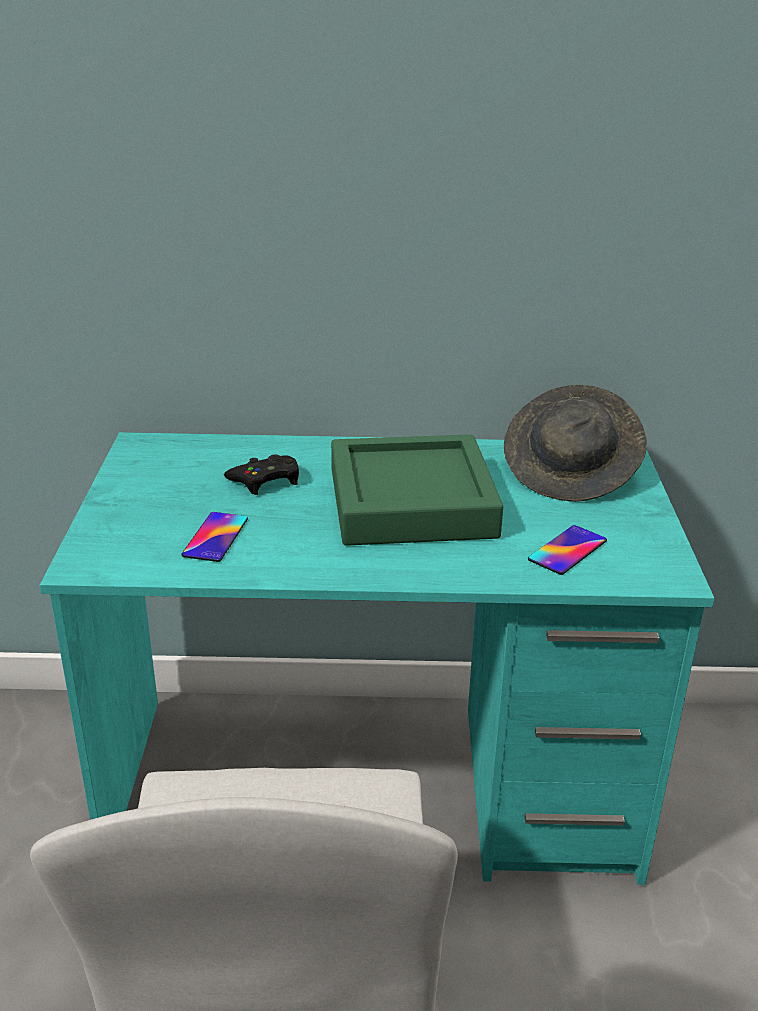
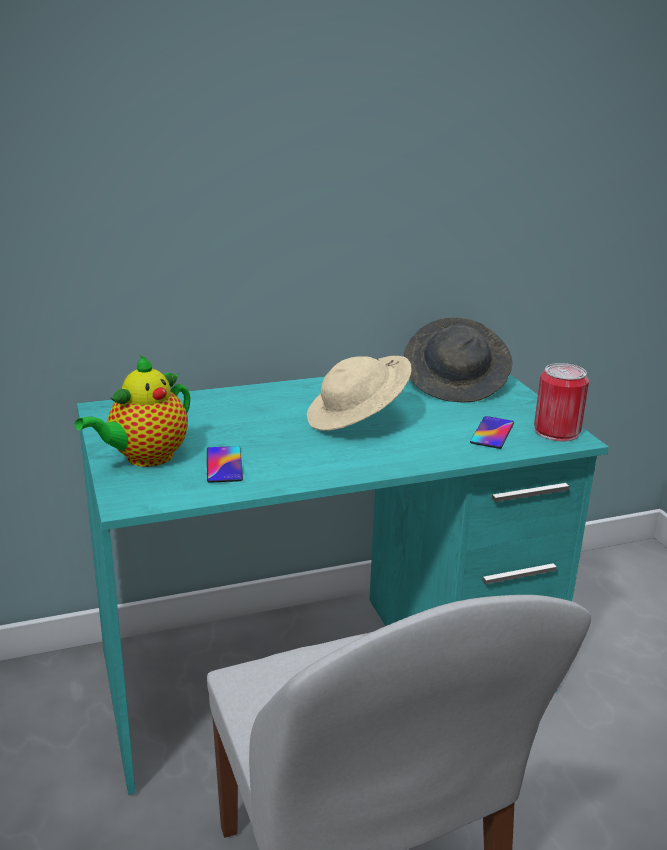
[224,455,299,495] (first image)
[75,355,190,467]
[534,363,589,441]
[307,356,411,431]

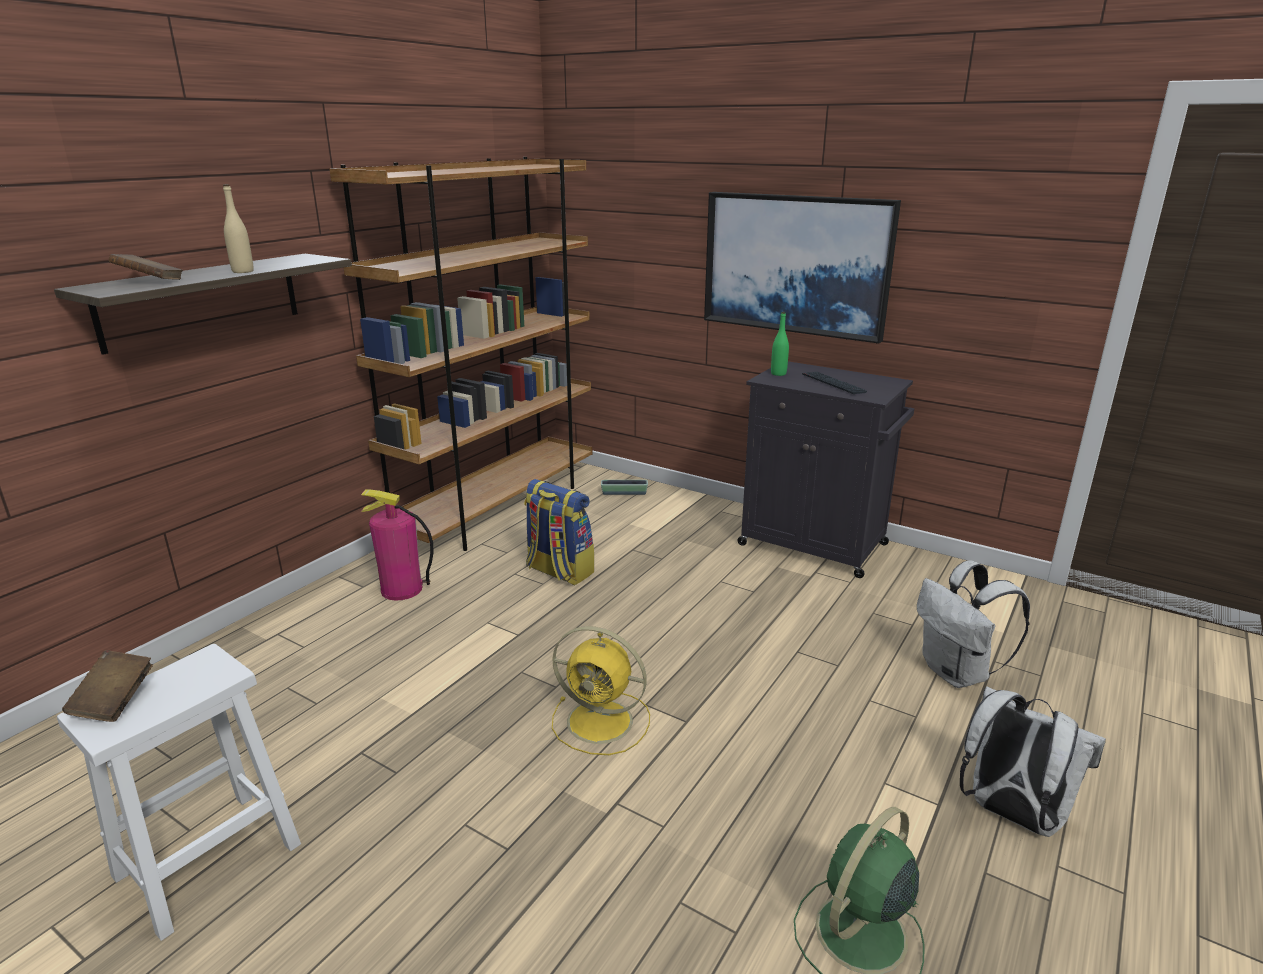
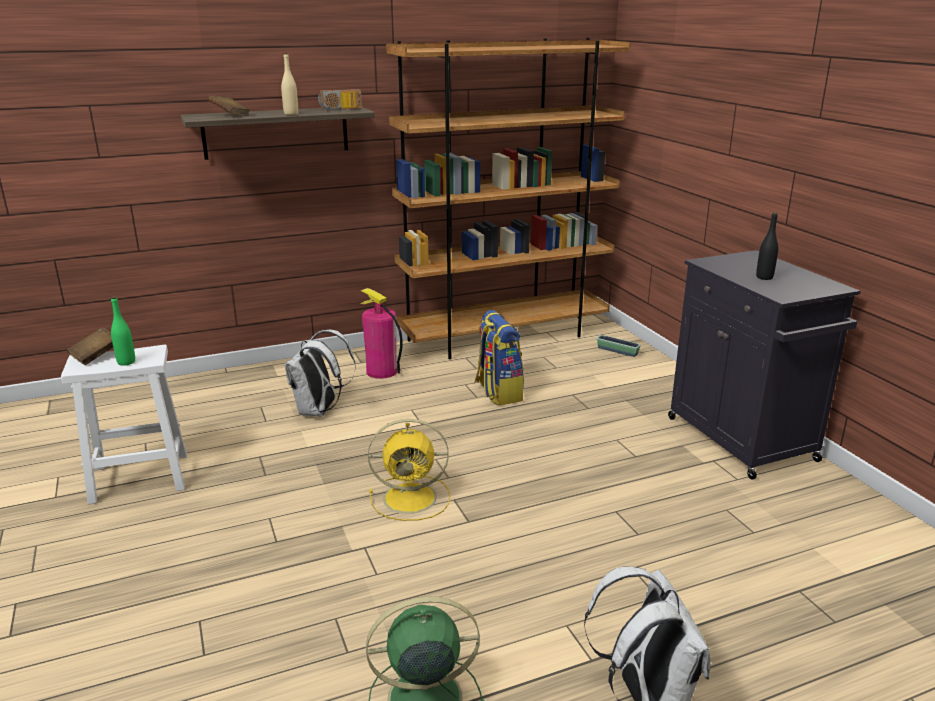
[704,192,901,344] (first image)
[318,89,362,111]
[111,296,135,366]
[285,330,356,417]
[756,212,778,280]
[368,419,450,521]

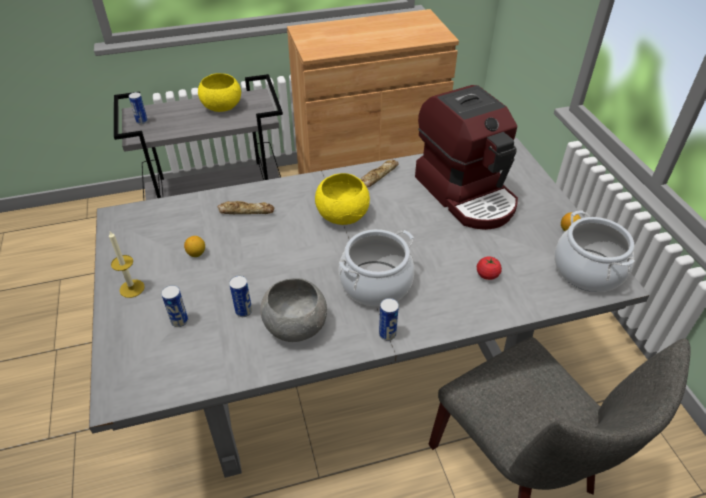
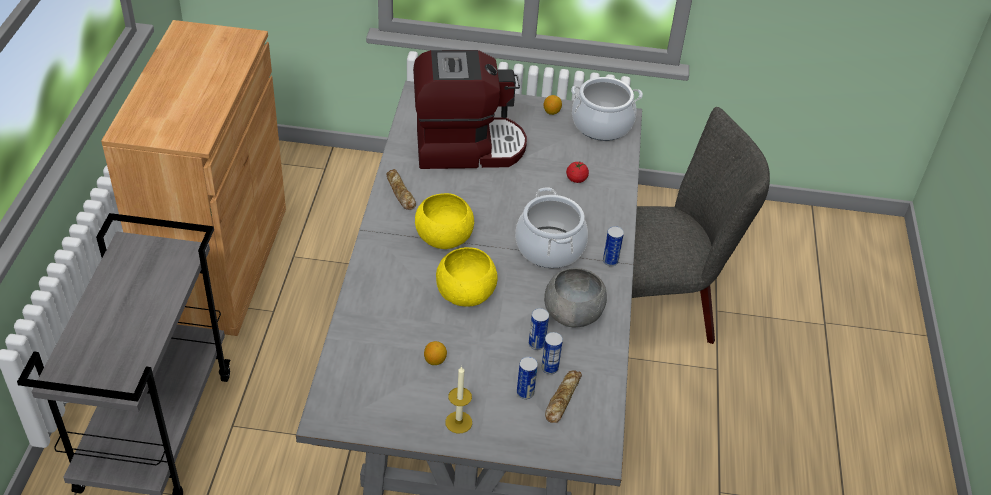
[541,332,563,374]
[436,247,498,307]
[545,370,582,423]

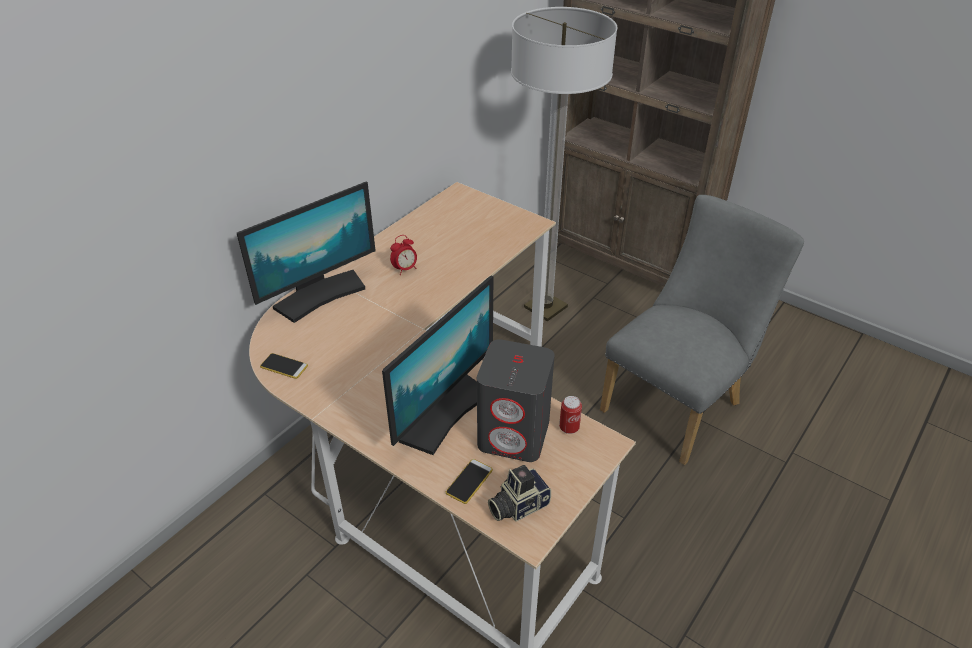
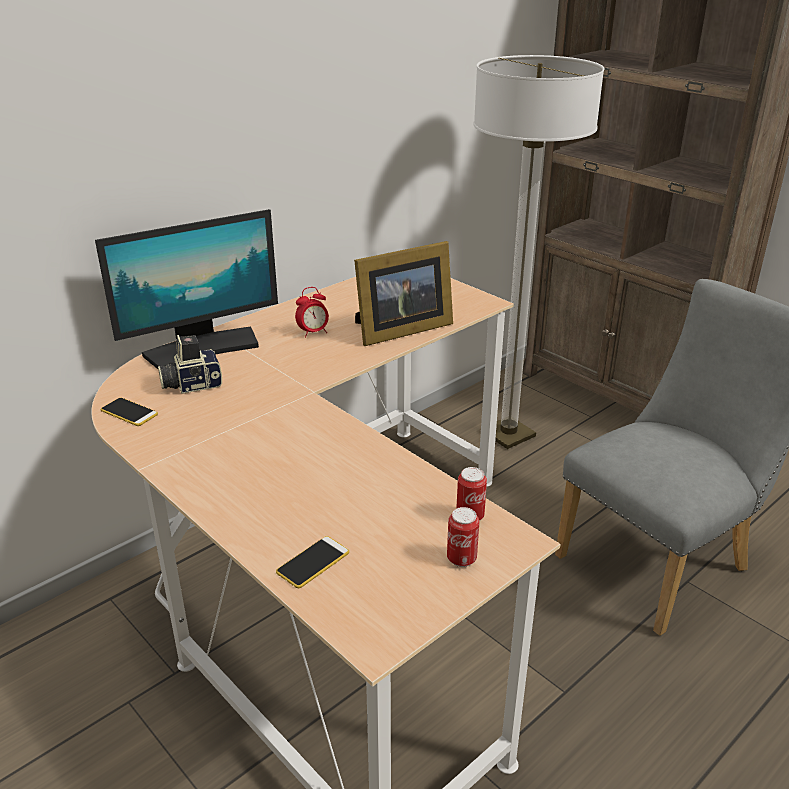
[382,275,493,455] (first image)
[477,339,555,462] (first image)
[354,241,453,346]
[447,507,479,567]
[158,335,222,394]

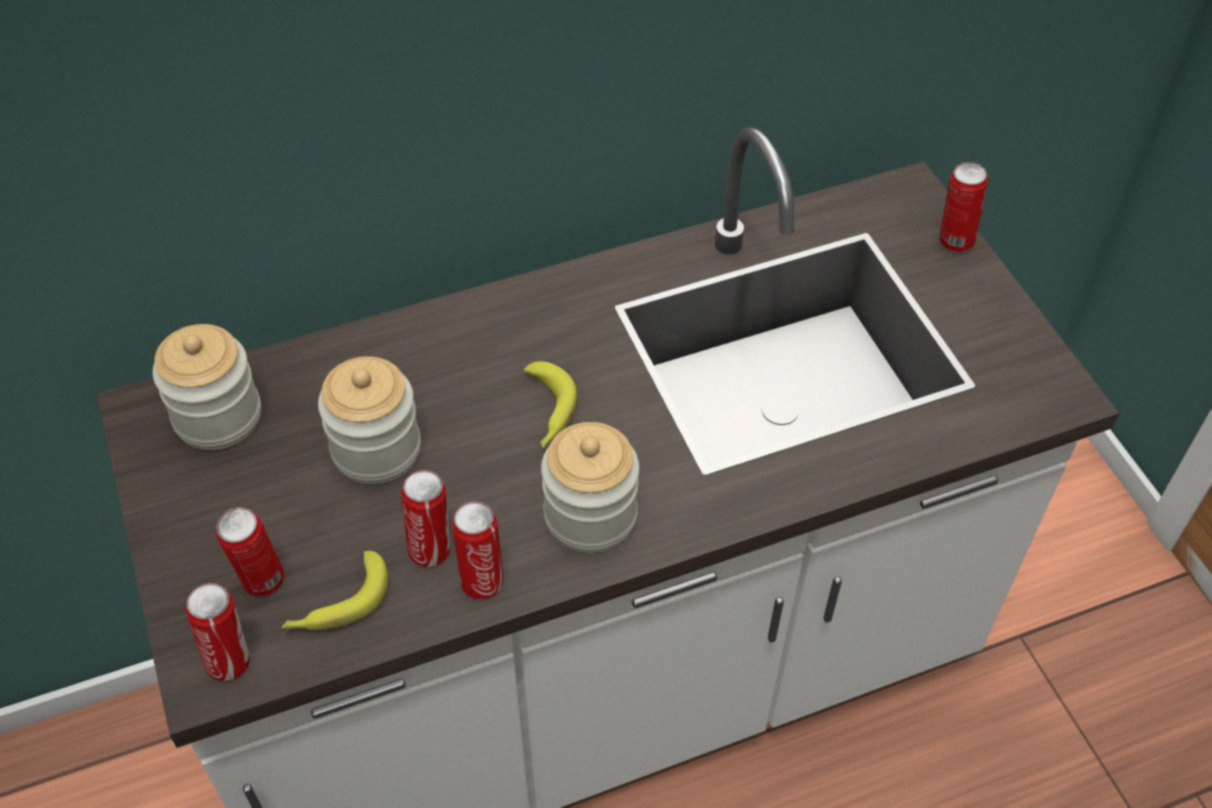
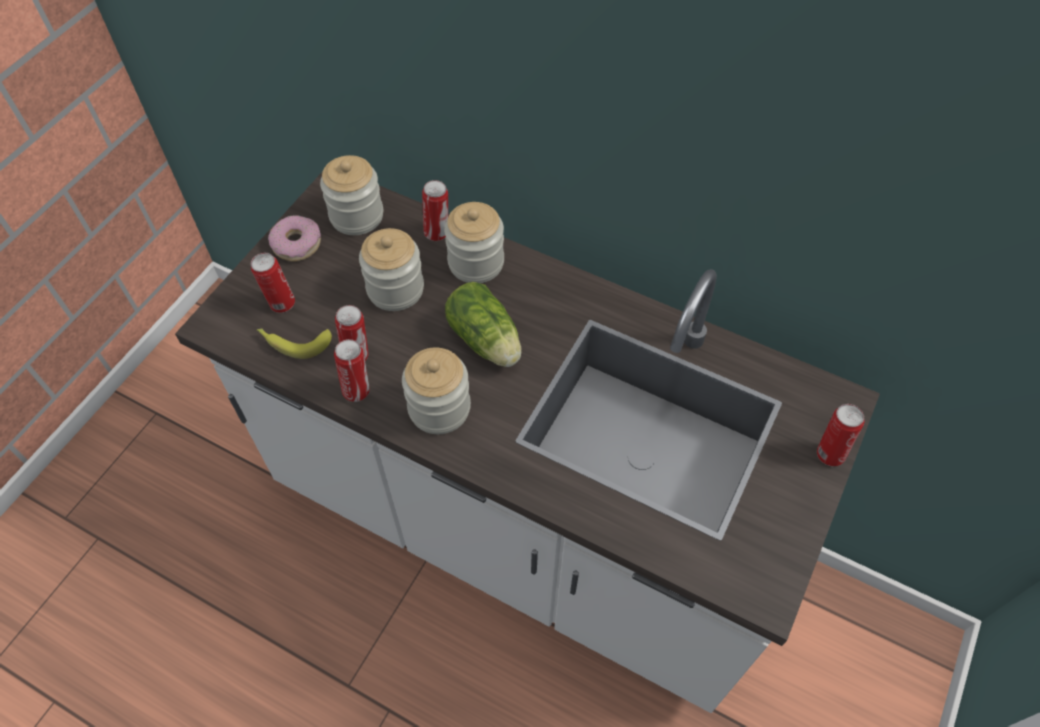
[268,215,321,261]
[444,202,504,283]
[422,180,448,241]
[445,282,522,367]

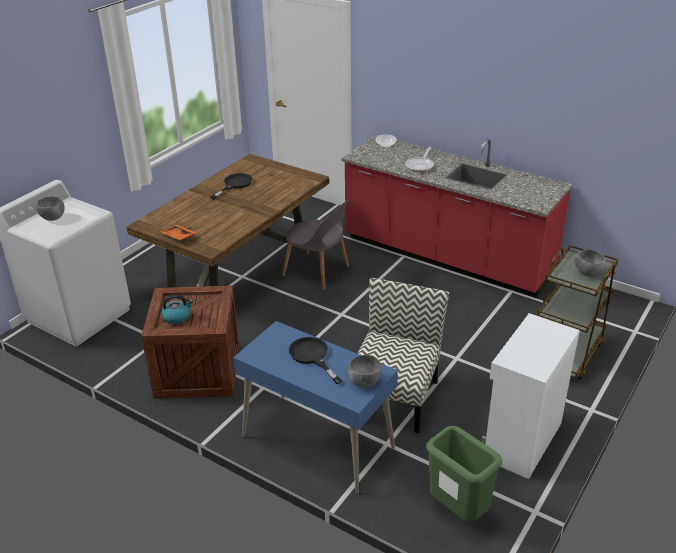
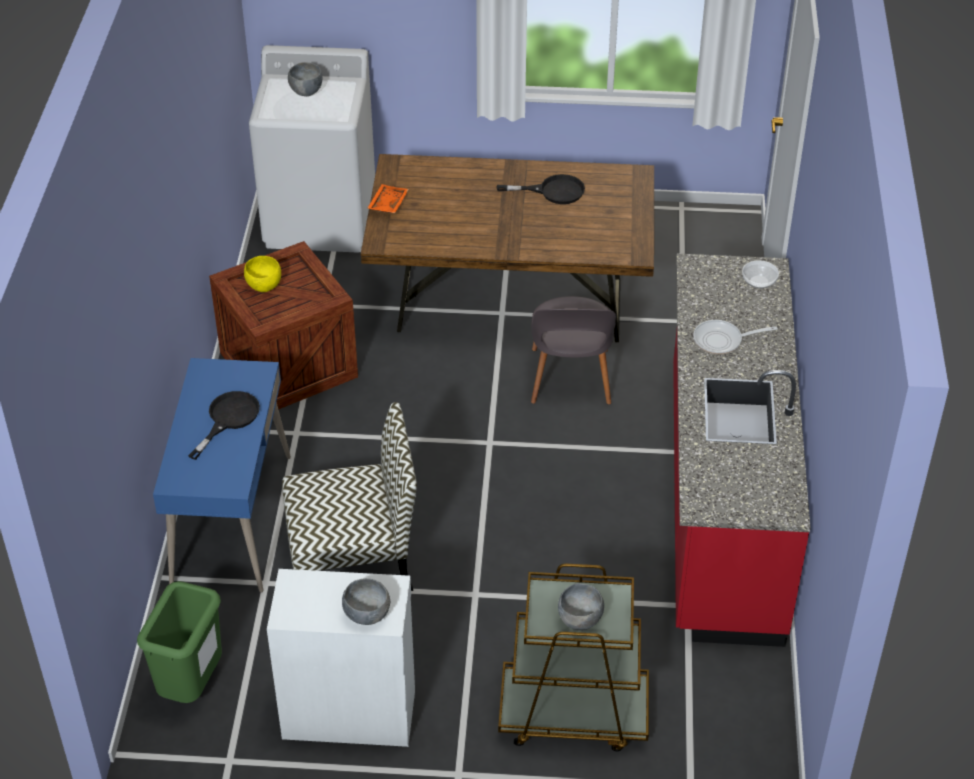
[342,578,390,625]
[244,256,281,292]

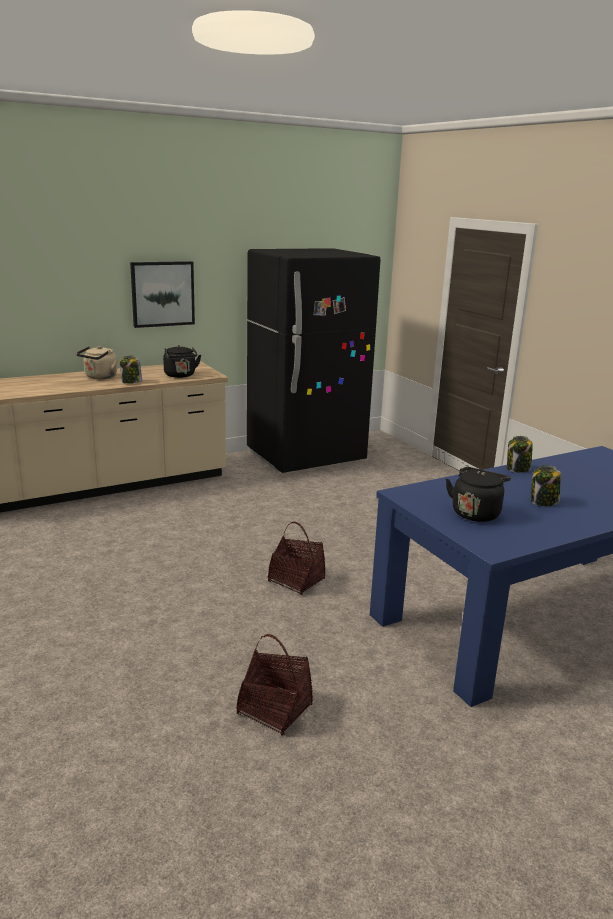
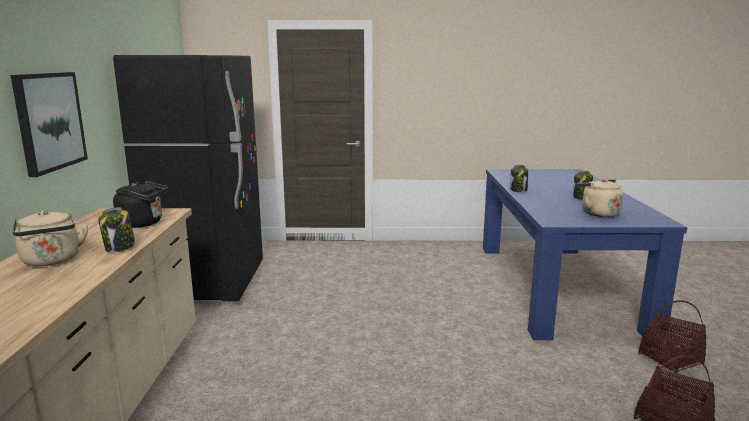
[638,300,706,373]
[577,179,623,217]

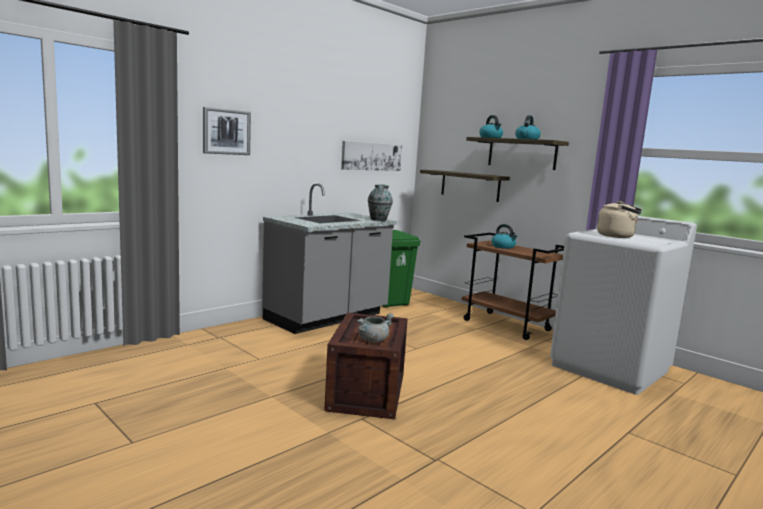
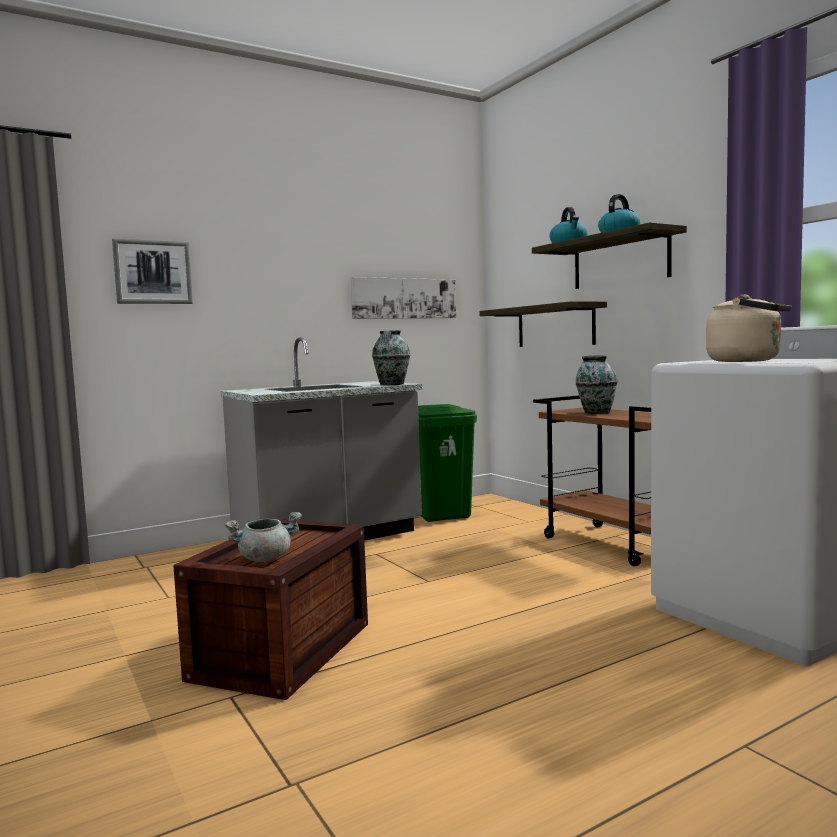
[575,355,618,414]

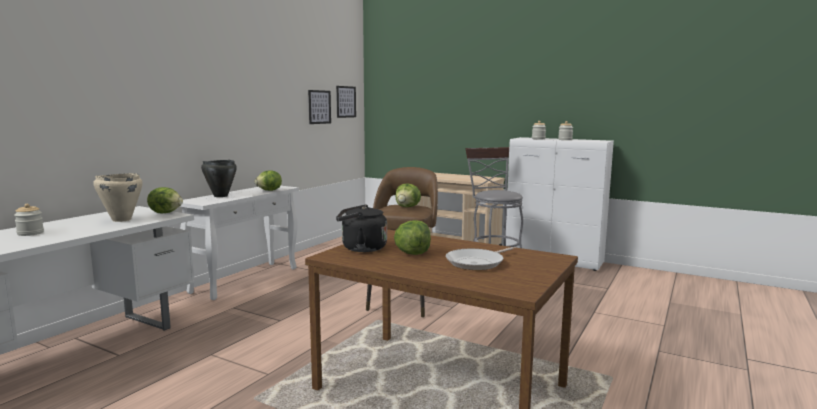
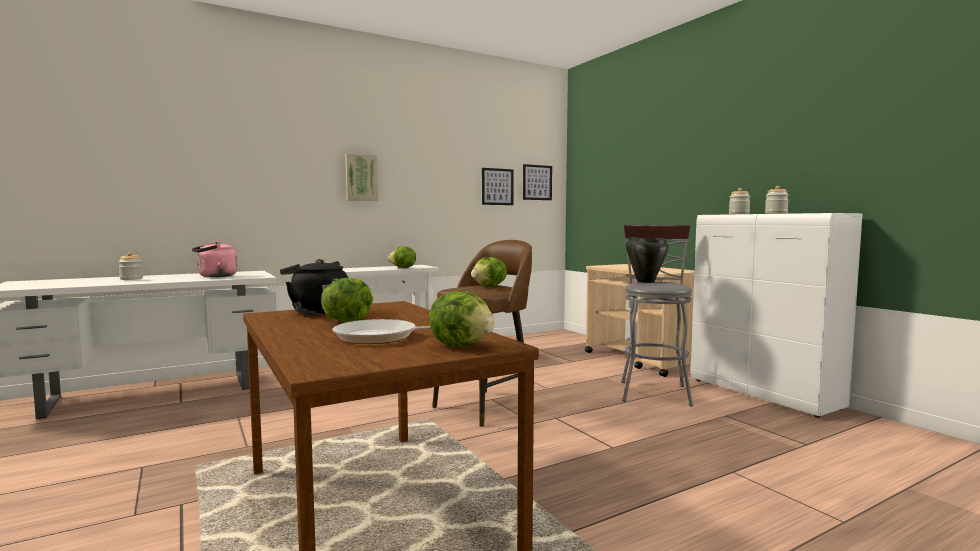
[345,153,378,201]
[429,291,495,347]
[626,237,668,283]
[192,242,237,277]

